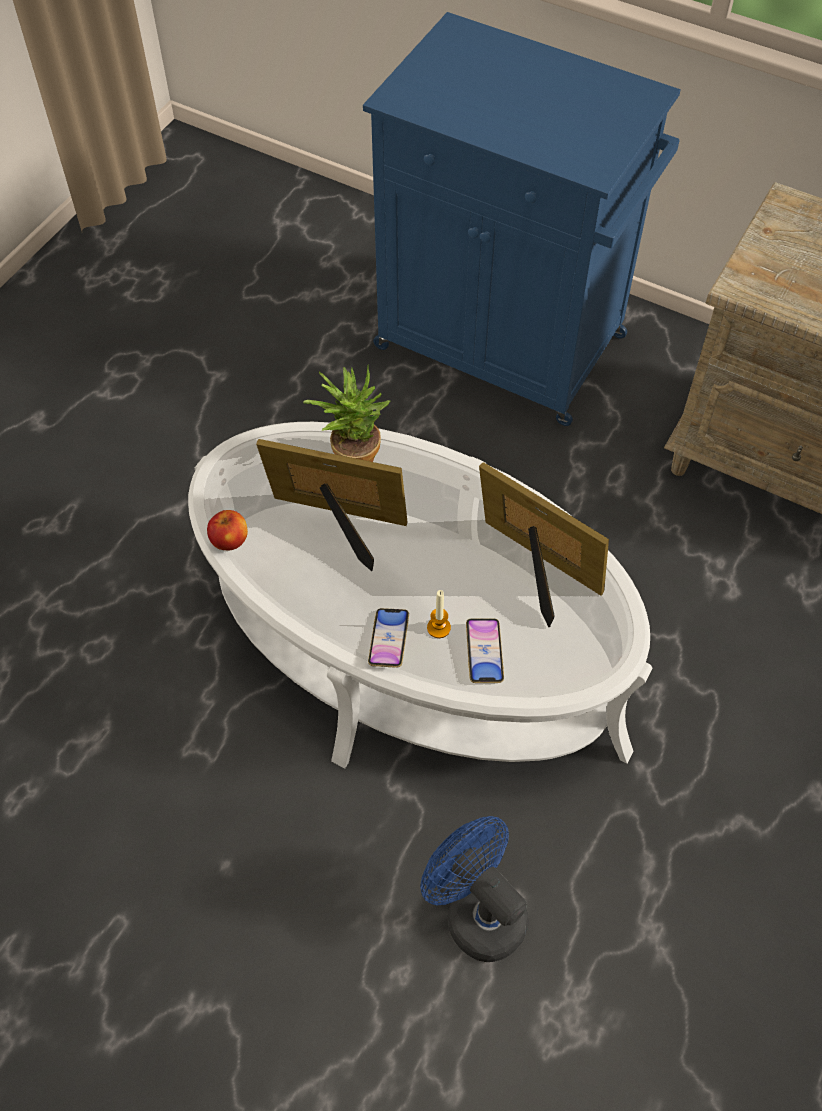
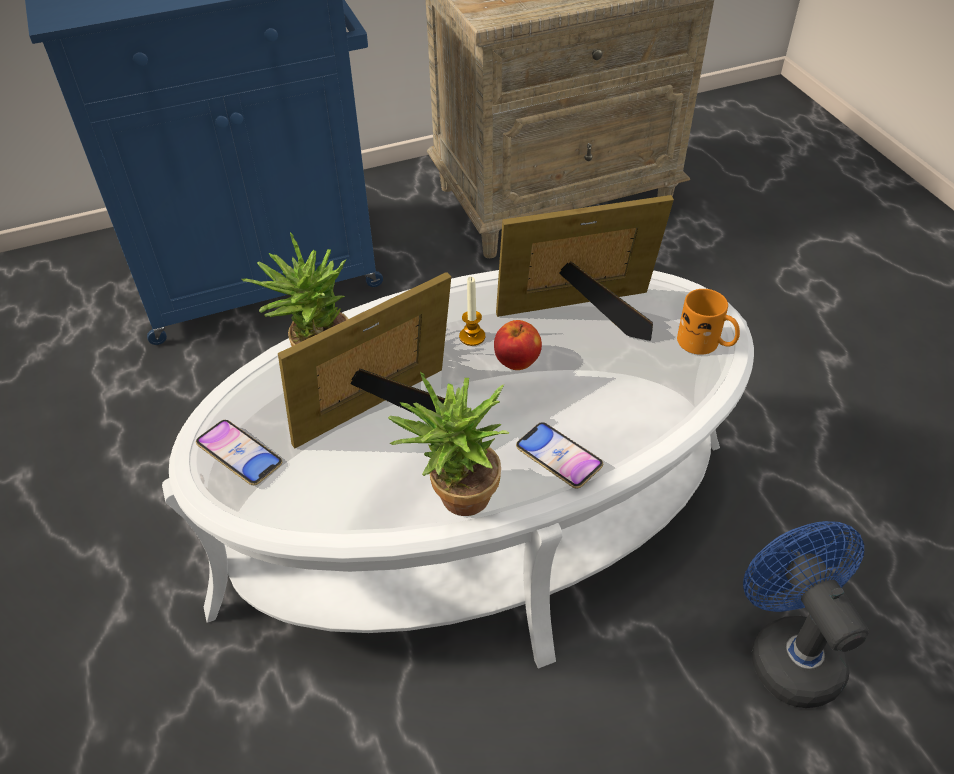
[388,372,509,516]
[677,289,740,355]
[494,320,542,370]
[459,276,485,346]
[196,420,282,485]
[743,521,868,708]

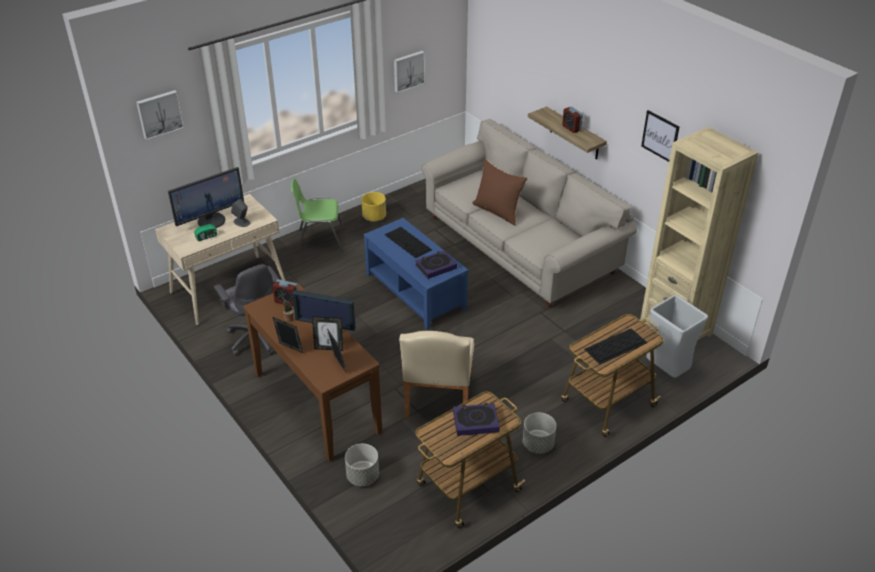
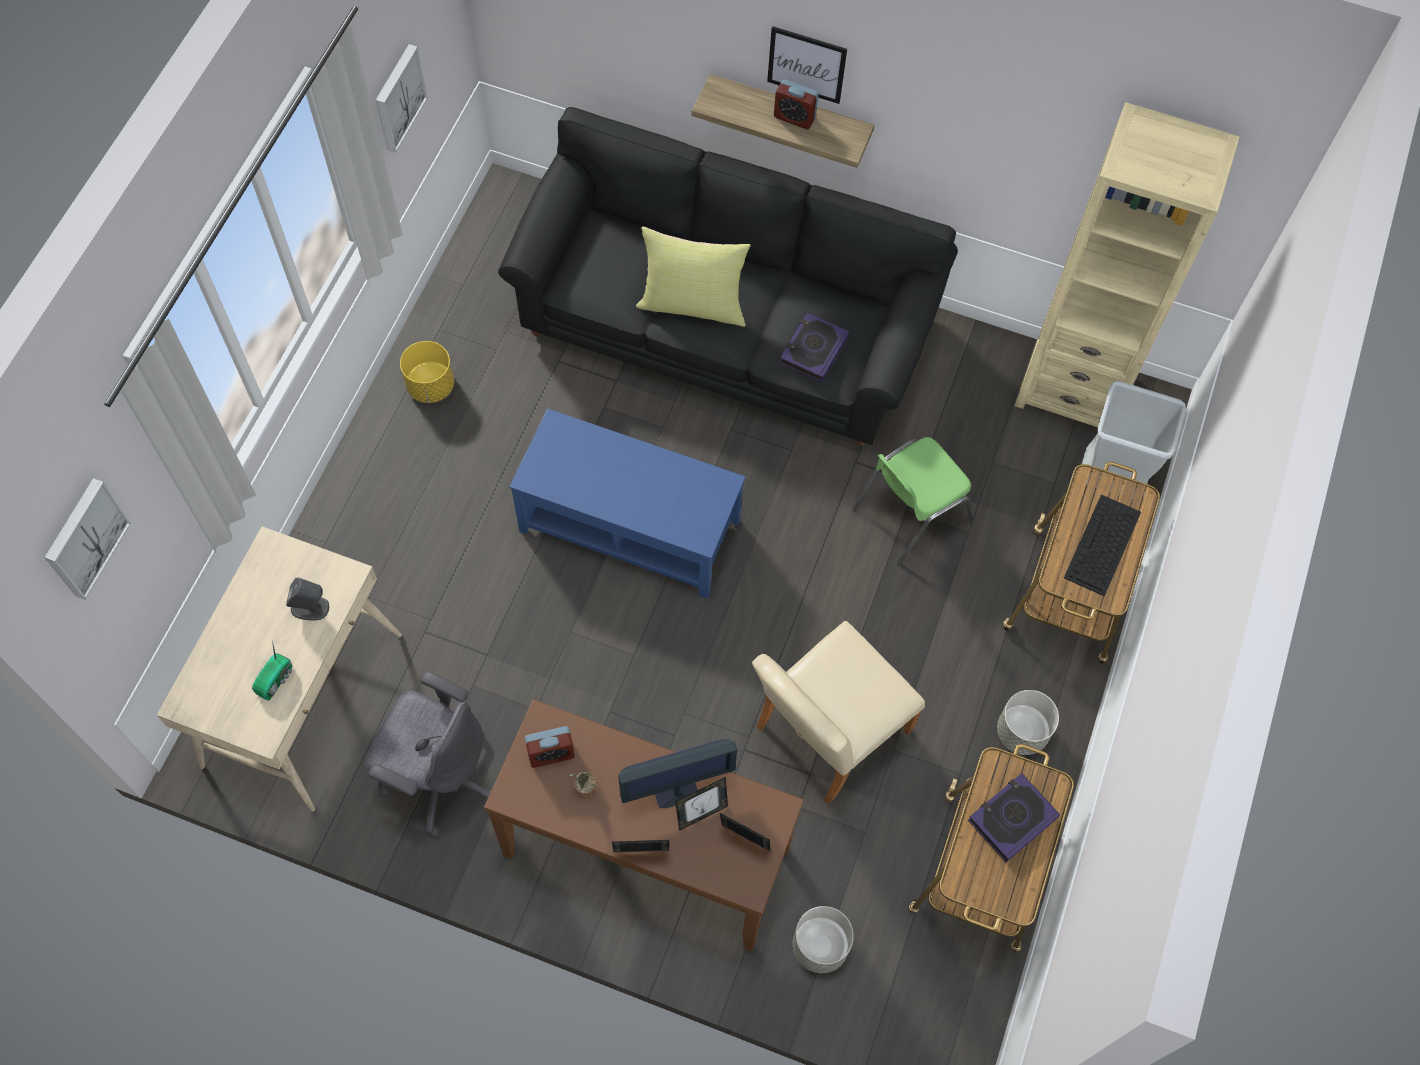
[168,167,244,228] (first image)
[384,227,432,258] (first image)
[853,437,973,565]
[780,312,849,382]
[767,26,847,104]
[498,107,958,445]
[636,227,751,327]
[752,621,925,804]

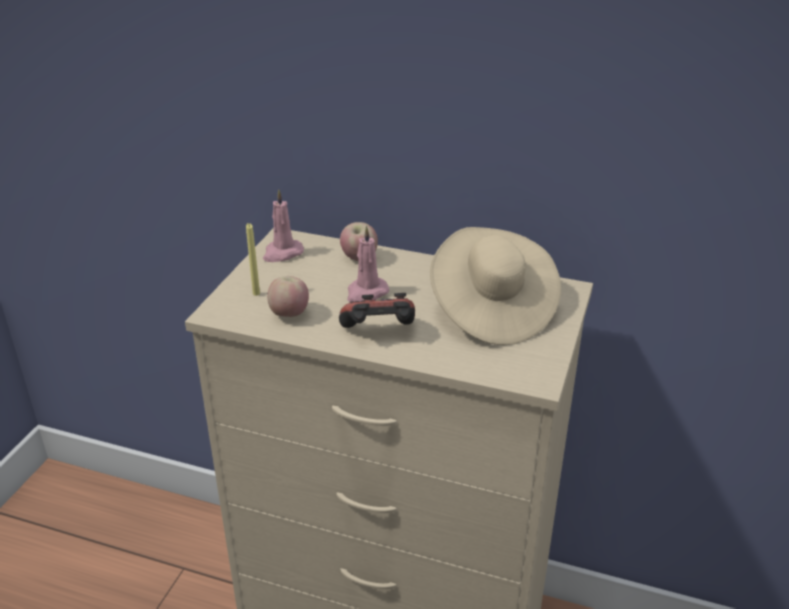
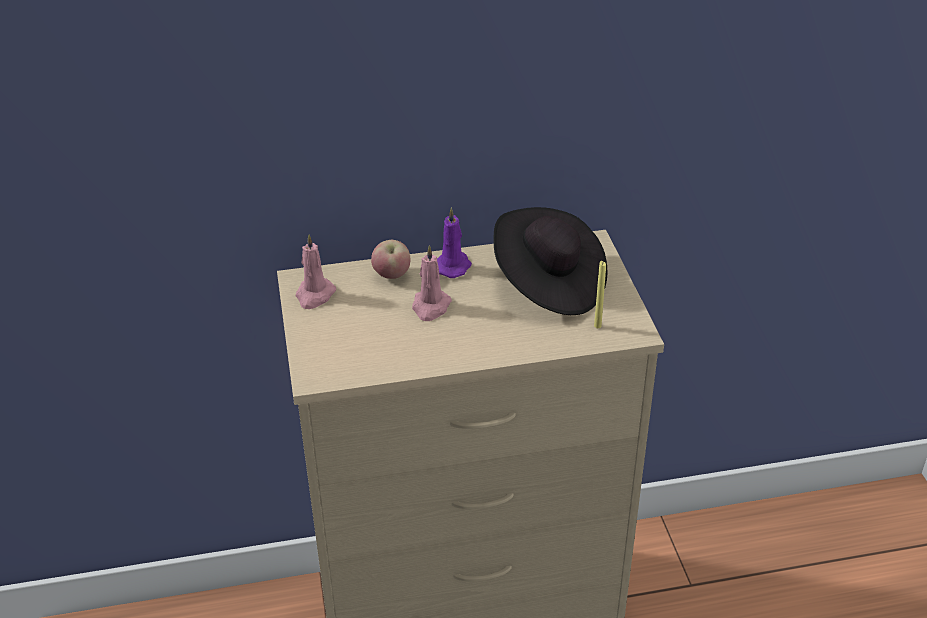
[267,276,309,317] (first image)
[339,293,415,328] (first image)
[437,207,472,278]
[594,261,606,328]
[494,207,607,315]

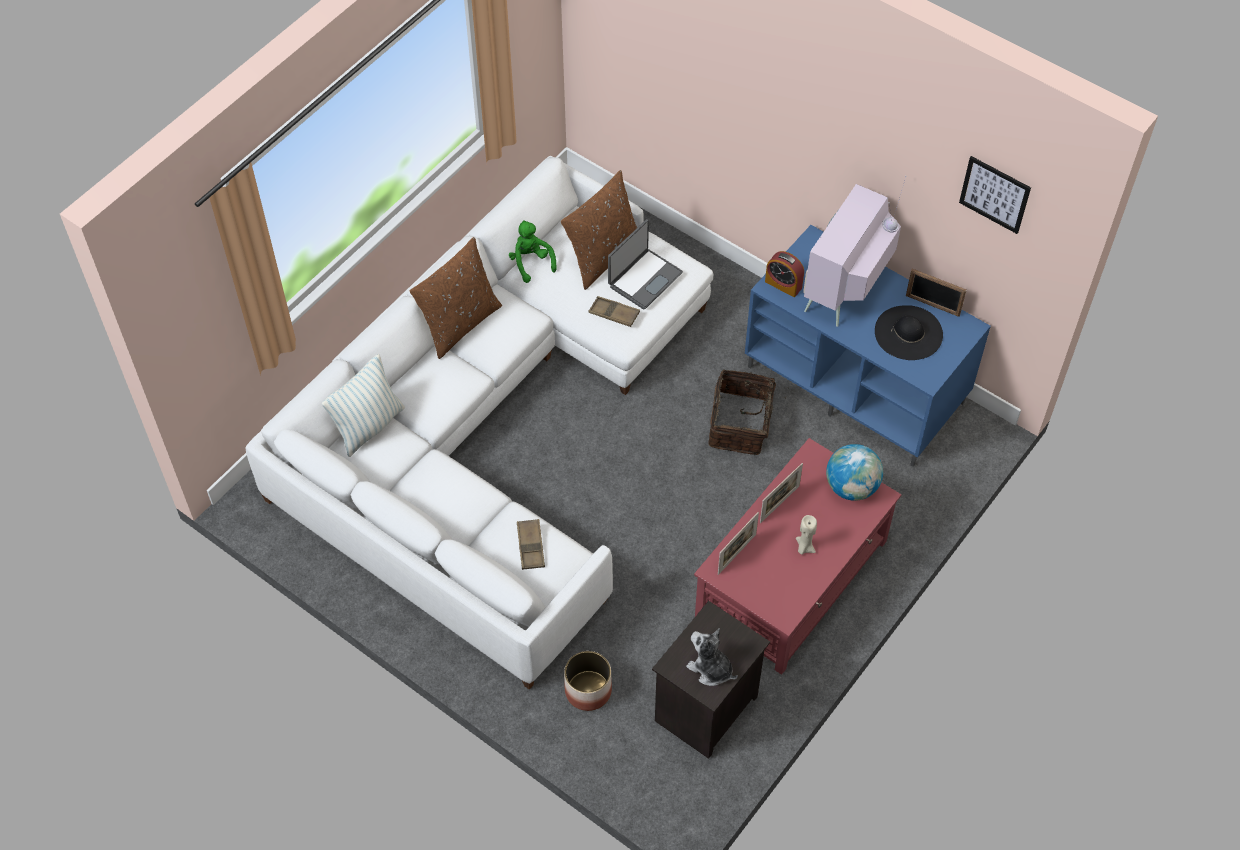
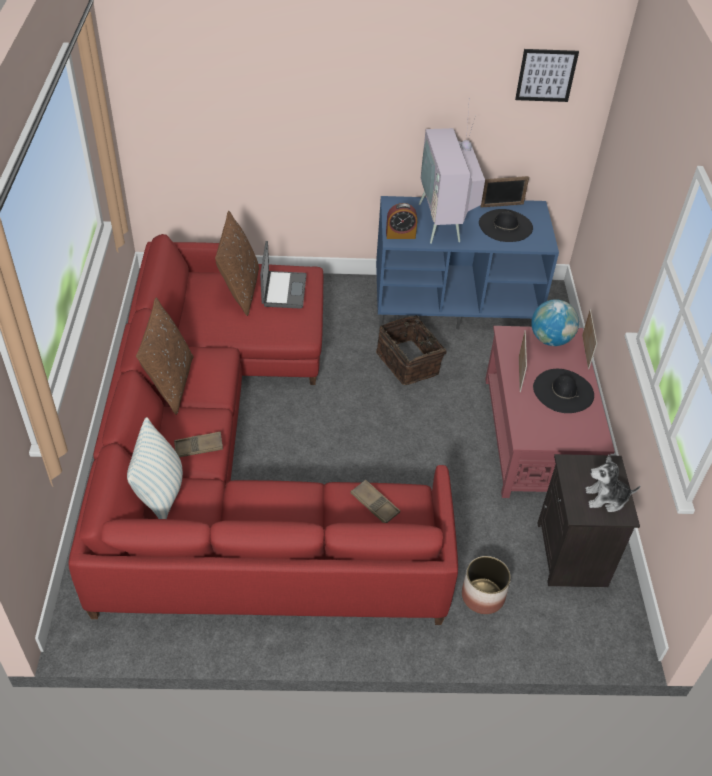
[509,220,557,283] (first image)
[174,432,223,457]
[582,309,597,369]
[533,369,594,413]
[68,234,458,625]

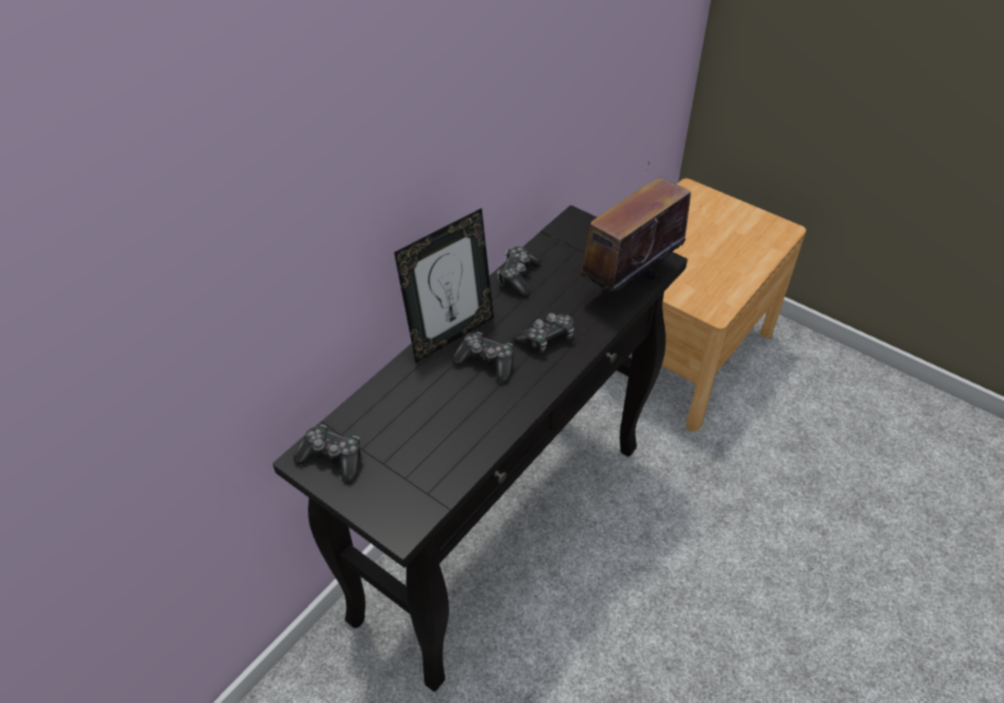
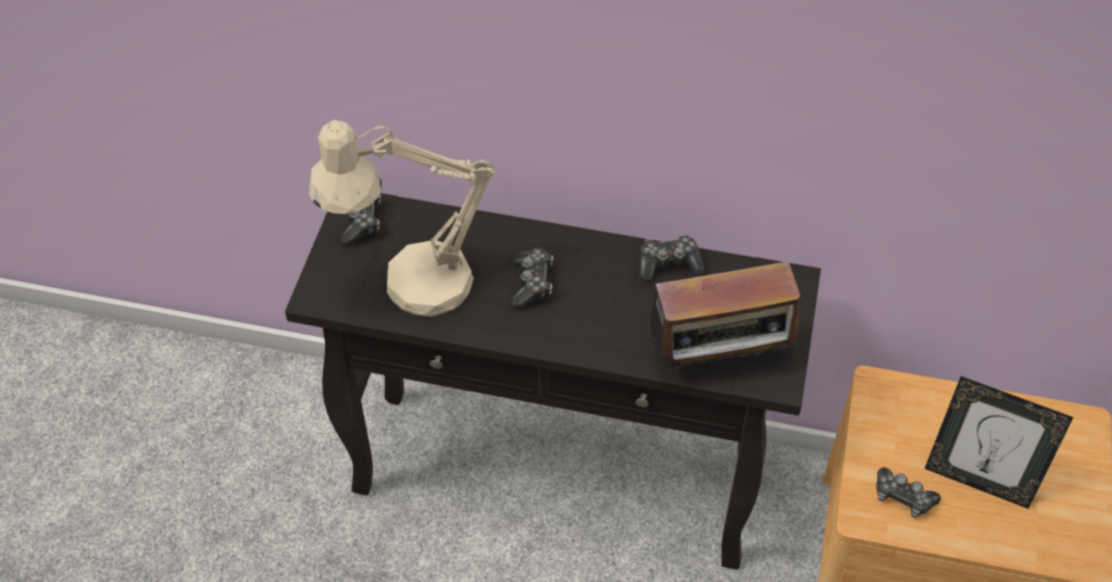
[309,120,495,317]
[924,376,1074,509]
[876,467,941,518]
[649,261,805,383]

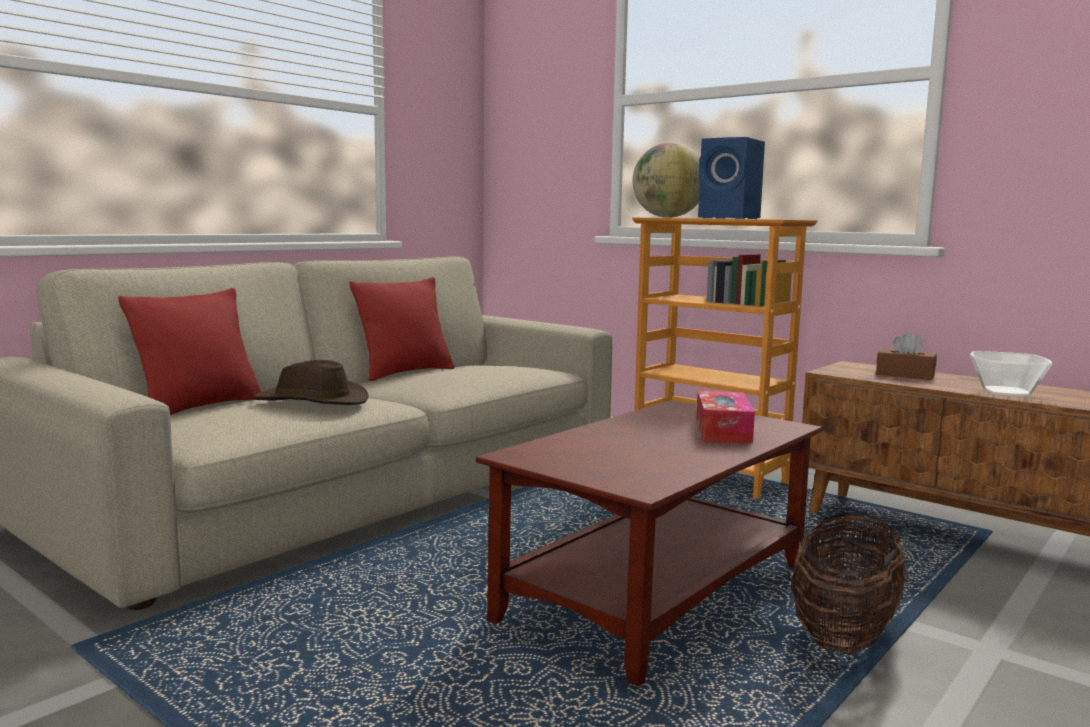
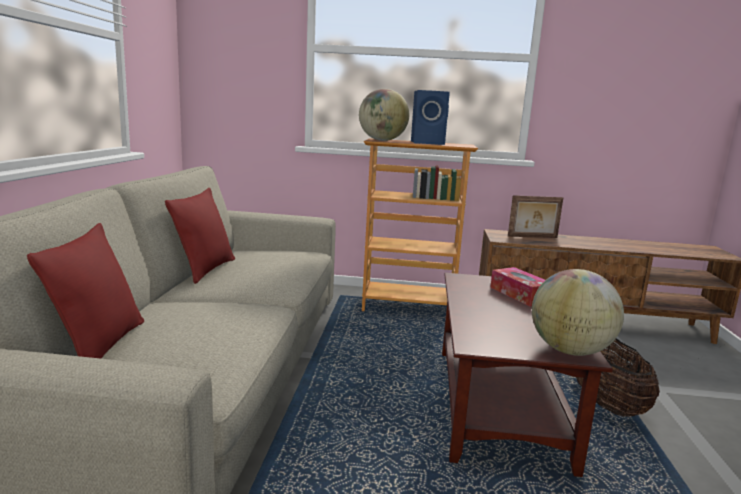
[254,360,369,405] (first image)
[970,351,1053,396] (first image)
[532,269,624,356]
[508,195,563,238]

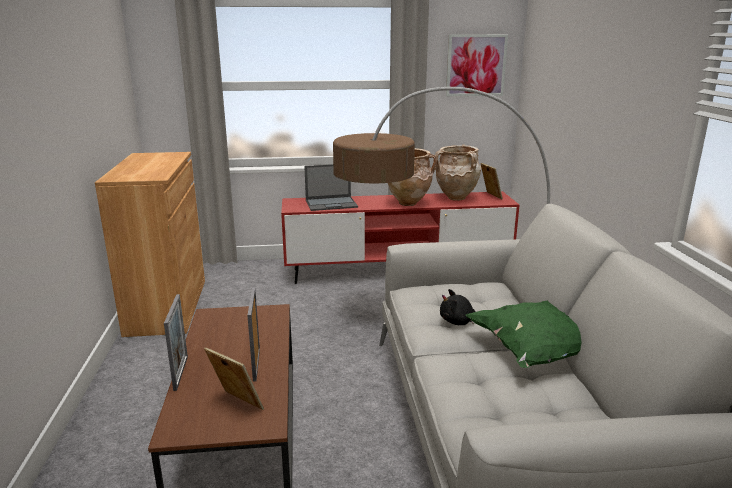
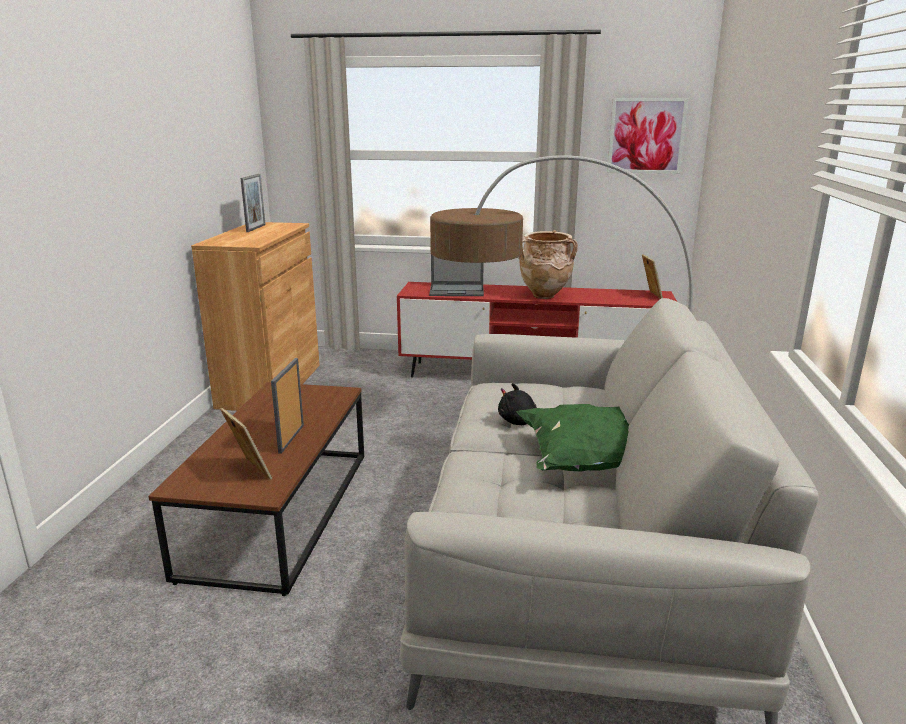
[435,144,482,201] (first image)
[240,174,266,232]

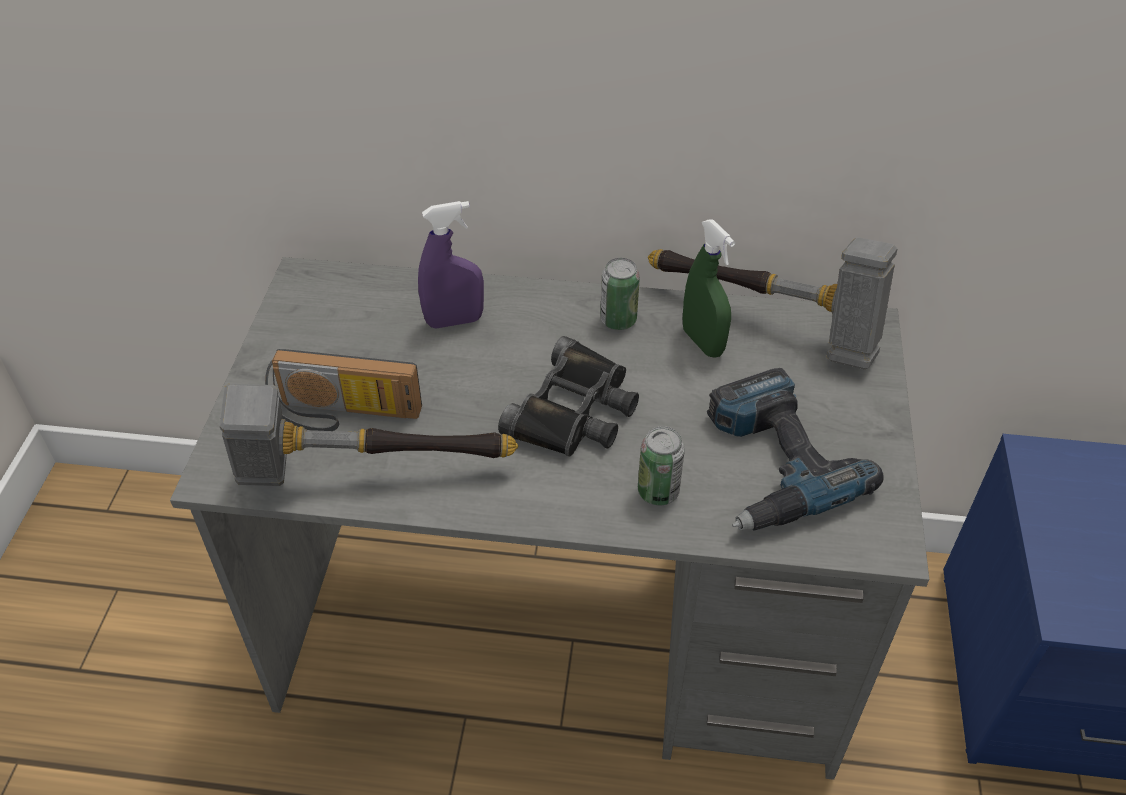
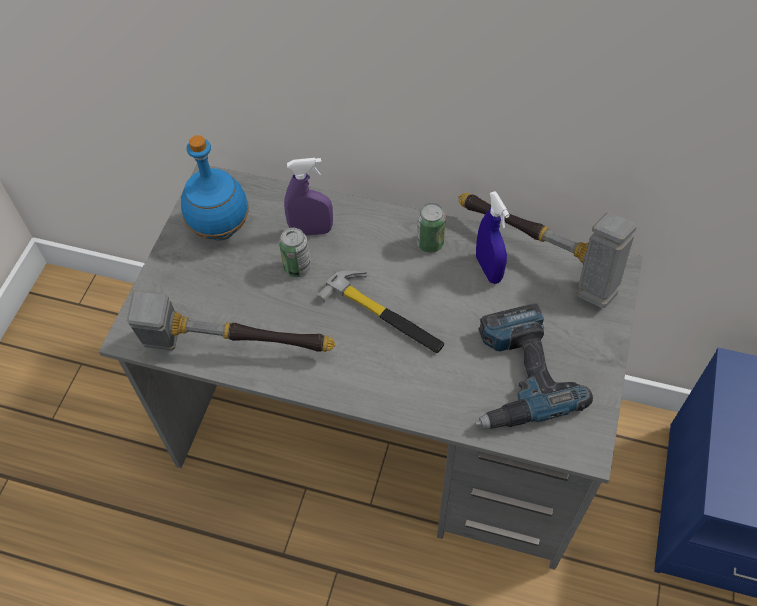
[265,349,422,431] (first image)
[181,135,249,241]
[279,228,311,277]
[316,271,444,353]
[476,191,510,284]

